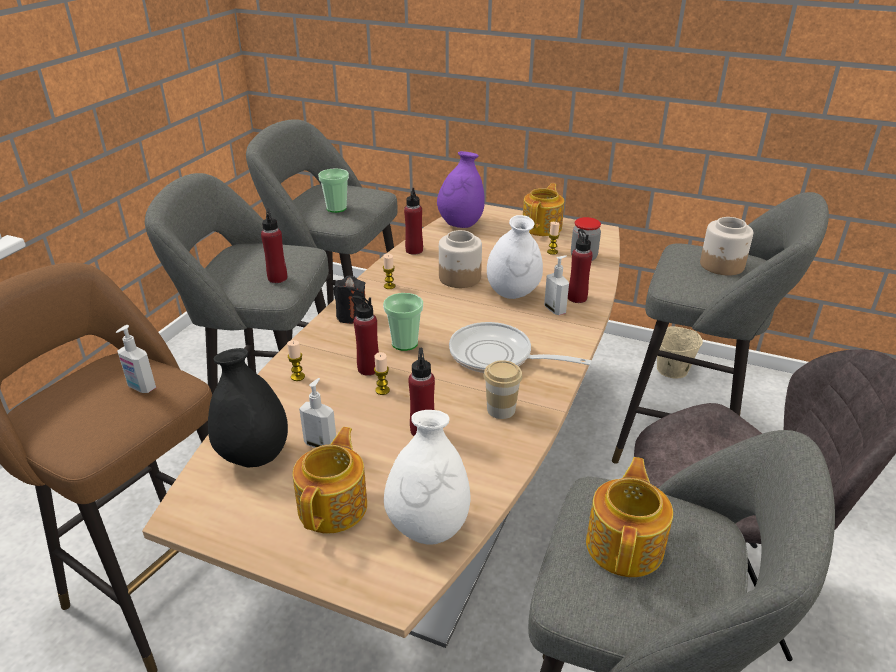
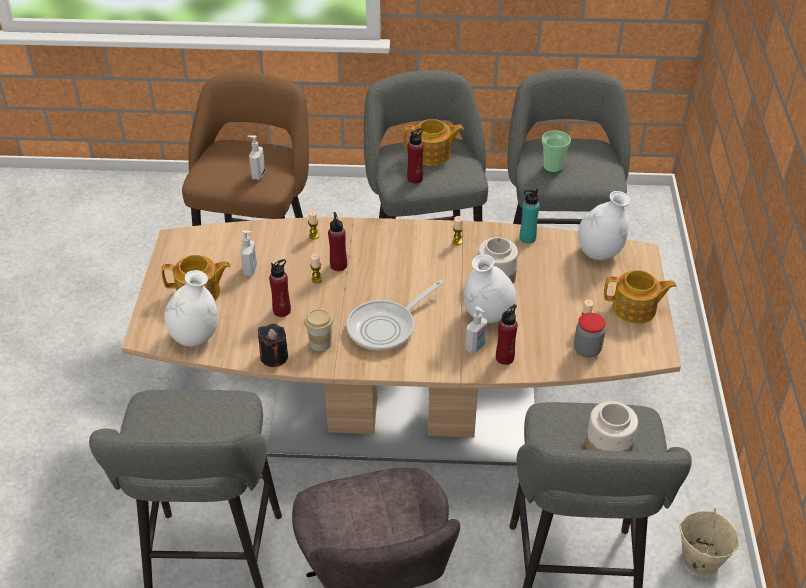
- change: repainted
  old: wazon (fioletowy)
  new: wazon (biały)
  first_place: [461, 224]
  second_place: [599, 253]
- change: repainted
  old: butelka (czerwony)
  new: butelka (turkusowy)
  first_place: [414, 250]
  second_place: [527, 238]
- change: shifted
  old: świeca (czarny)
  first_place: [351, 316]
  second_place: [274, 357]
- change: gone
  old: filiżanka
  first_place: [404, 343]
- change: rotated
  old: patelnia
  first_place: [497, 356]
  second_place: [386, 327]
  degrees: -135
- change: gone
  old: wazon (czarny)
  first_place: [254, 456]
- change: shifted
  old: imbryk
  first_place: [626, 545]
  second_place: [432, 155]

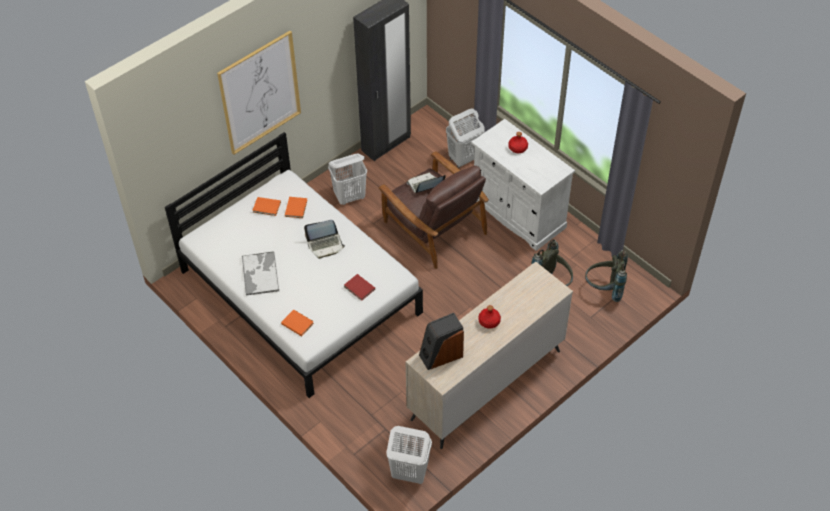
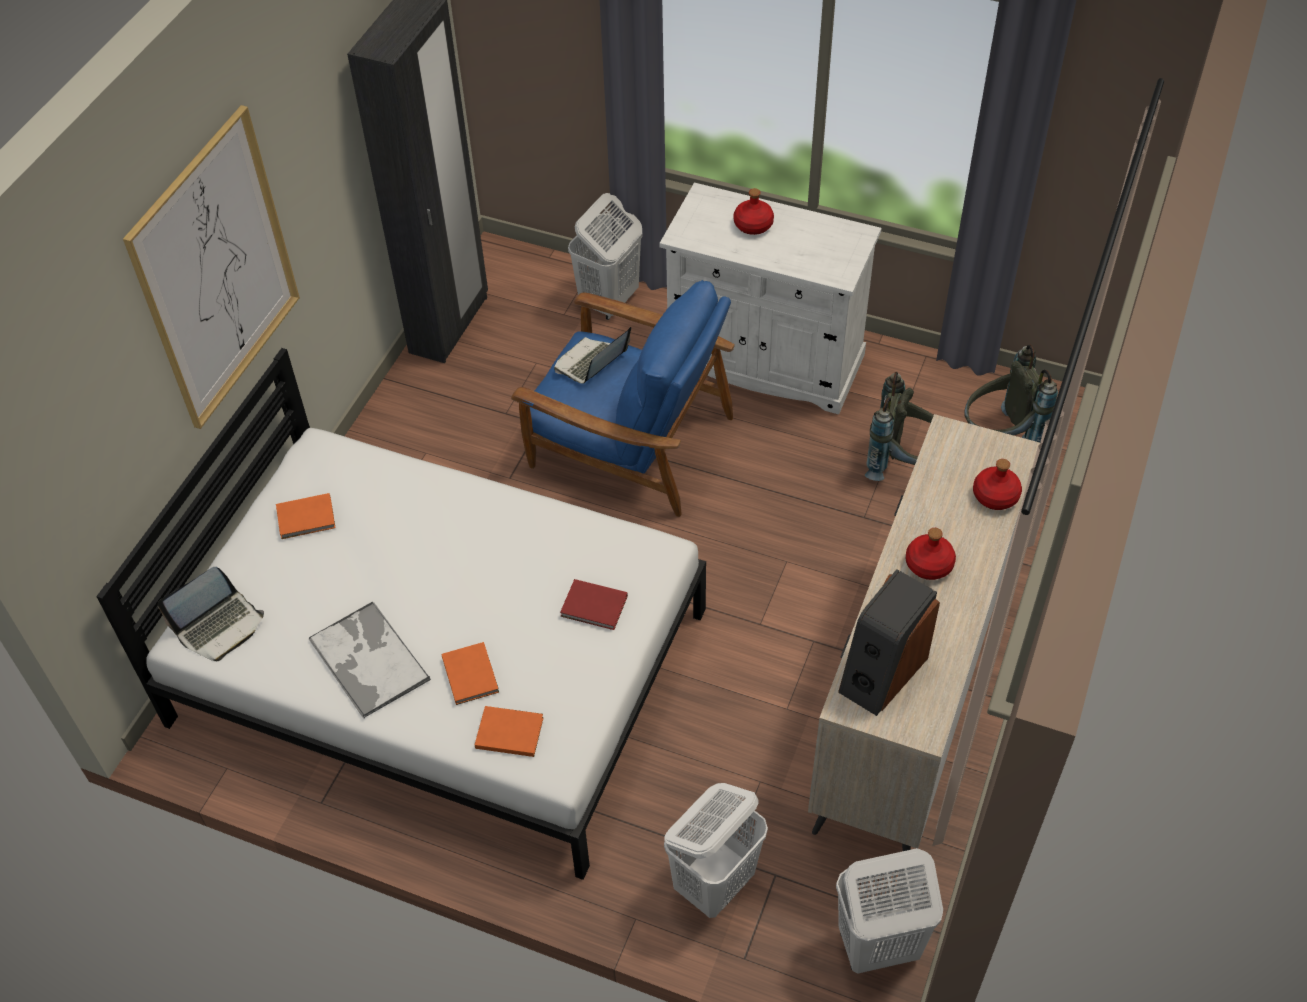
- change: repainted
  old: fotel (brązowy)
  new: fotel (niebieski)
  first_place: [433, 227]
  second_place: [628, 441]
- change: shifted
  old: kosz na pranie (biały)
  first_place: [350, 197]
  second_place: [715, 883]
- change: shifted
  old: książka (pomarańczowy)
  first_place: [296, 208]
  second_place: [471, 673]
- change: shifted
  old: laptop
  first_place: [325, 245]
  second_place: [220, 626]
- change: new
  new: butelka (czerwony)
  second_place: [995, 496]

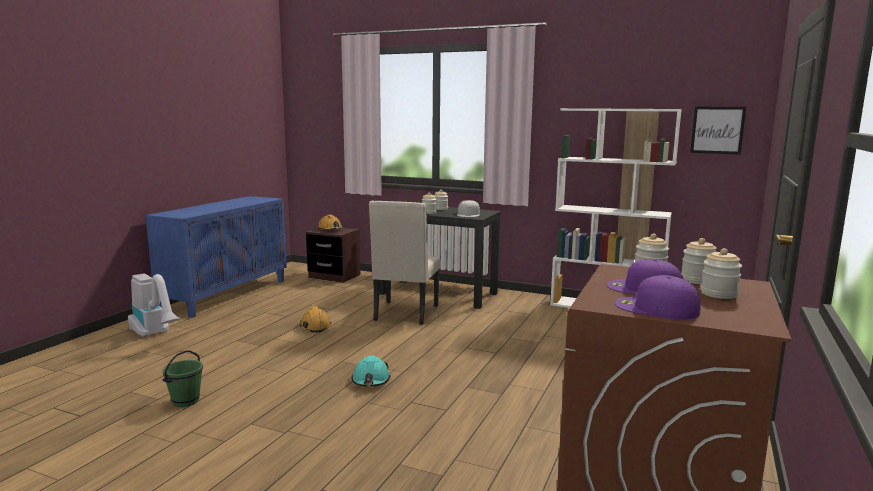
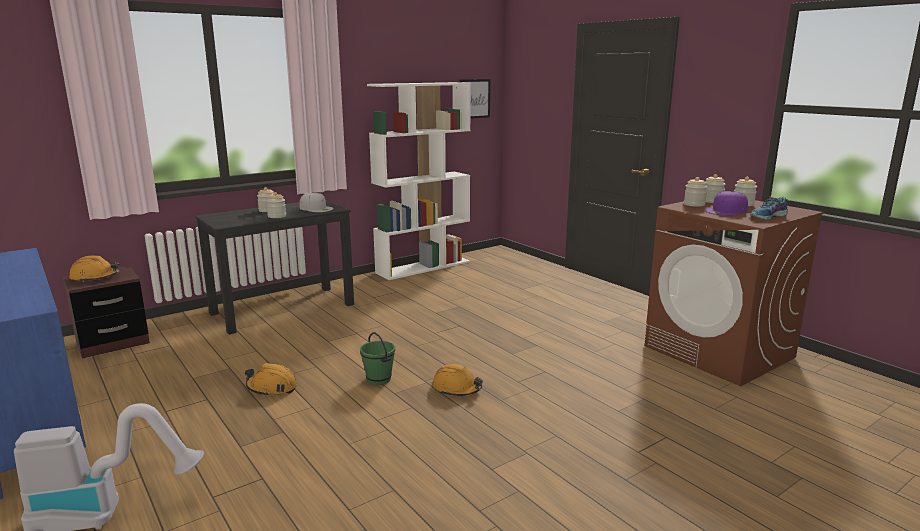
- change: gone
  old: krzesło (beżowy)
  first_place: [405, 314]
- change: swapped
  old: czapka z daszkiem (fioletowy)
  new: but
  first_place: [655, 308]
  second_place: [768, 216]
- change: shifted
  old: wiadro (zielony)
  first_place: [185, 401]
  second_place: [378, 379]
- change: repainted
  old: kask (turkusowy)
  new: kask (pomarańczowy)
  first_place: [371, 380]
  second_place: [457, 389]

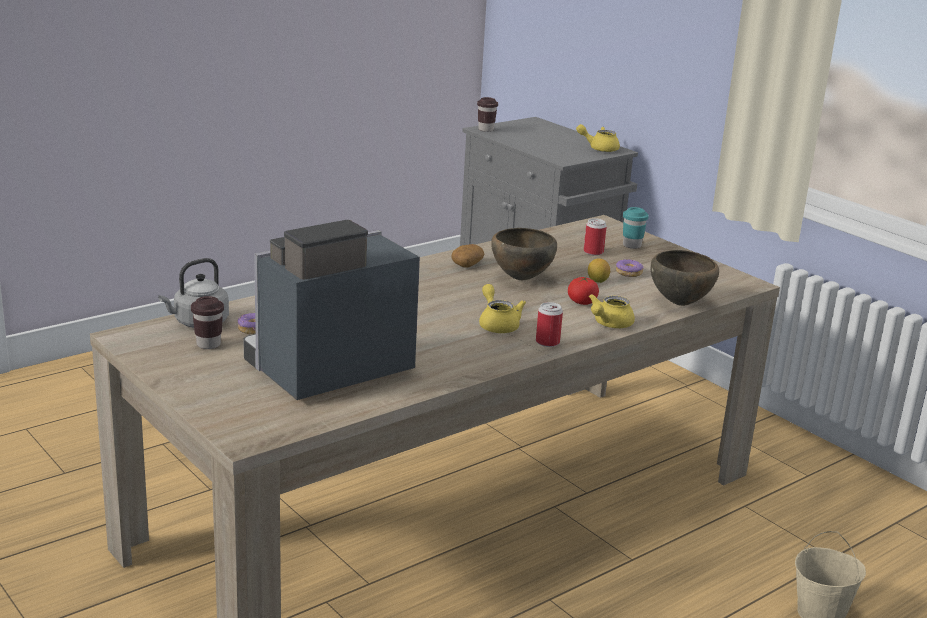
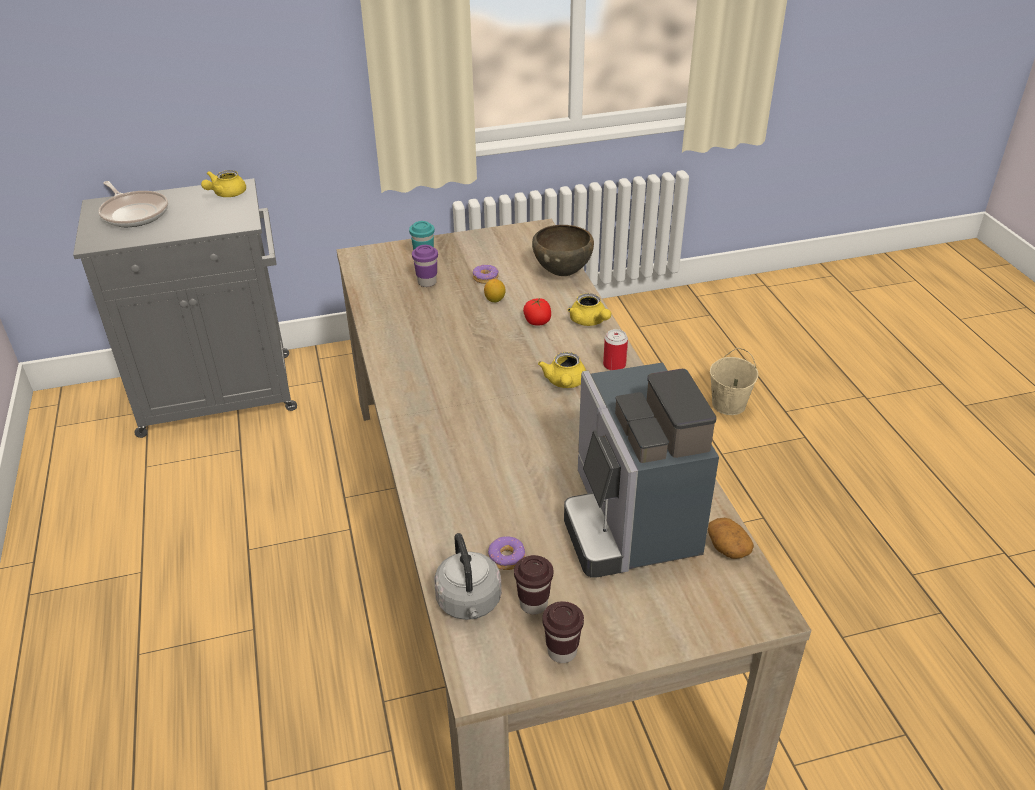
- change: shifted
  old: filiżanka (brązowy)
  first_place: [486, 129]
  second_place: [562, 651]
- change: swapped
  old: puszka
  new: filiżanka (fioletowy)
  first_place: [593, 252]
  second_place: [427, 282]
- change: gone
  old: miska (brązowy)
  first_place: [520, 279]
- change: shifted
  old: ziemniak
  first_place: [467, 264]
  second_place: [727, 547]
- change: rotated
  old: imbryk (żółty)
  first_place: [497, 324]
  second_place: [565, 383]
  degrees: -90
- change: new
  new: patelnia
  second_place: [134, 213]

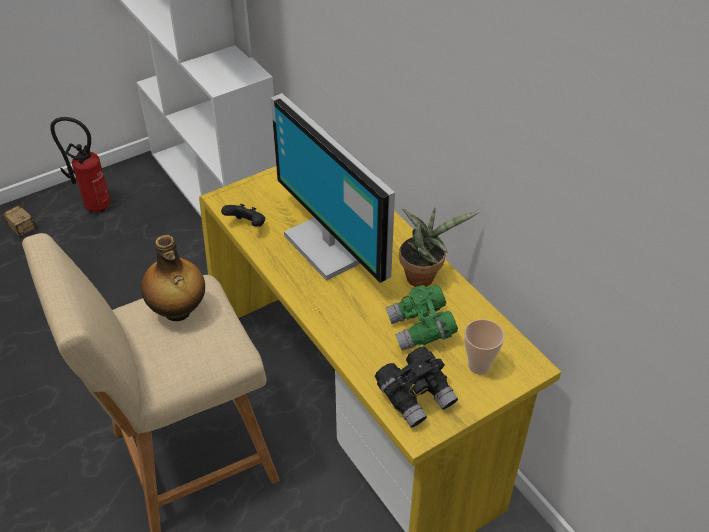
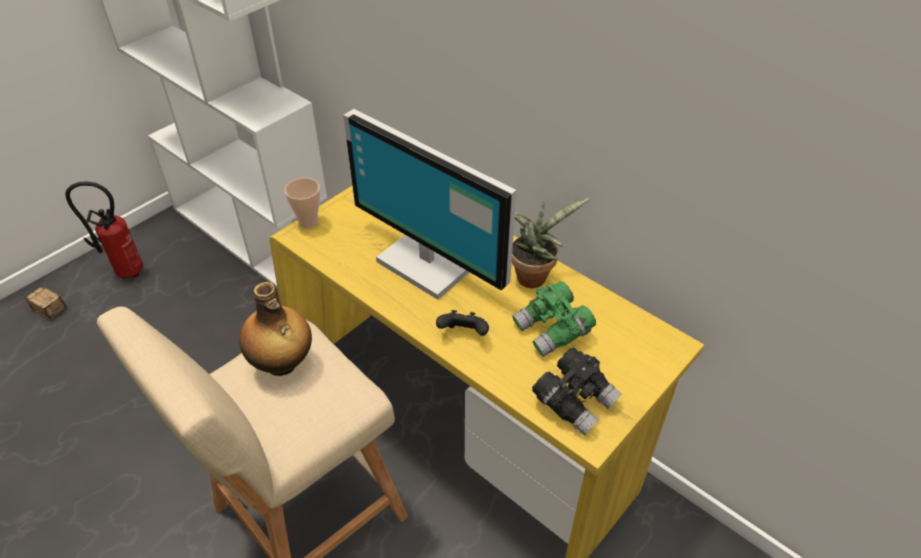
- change: shifted
  old: pad do gier (czarny)
  first_place: [247, 225]
  second_place: [464, 334]
- change: shifted
  old: filiżanka
  first_place: [479, 365]
  second_place: [308, 222]

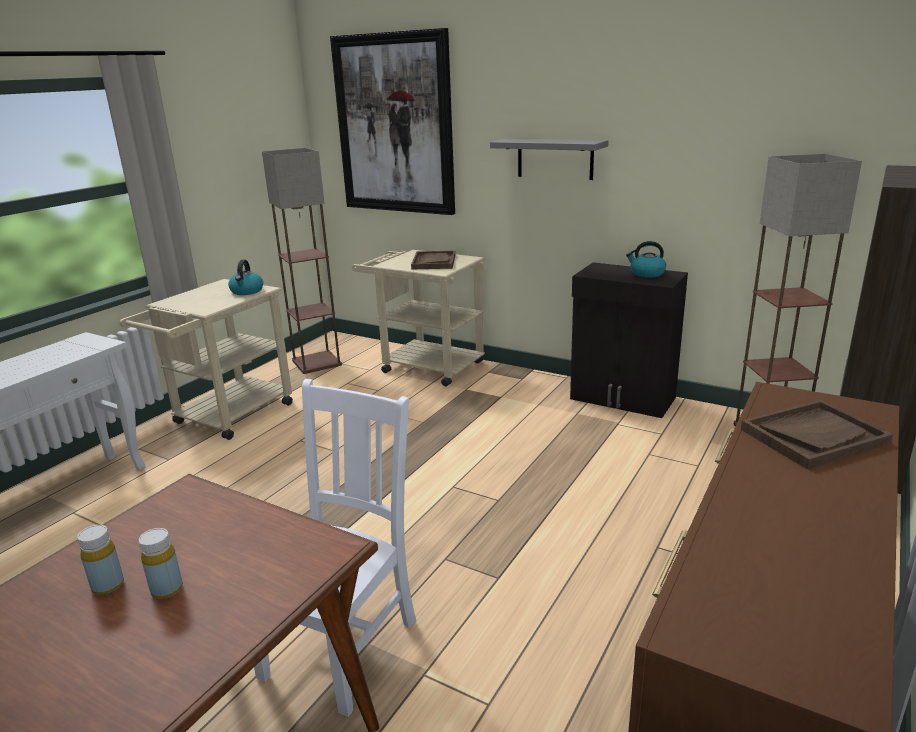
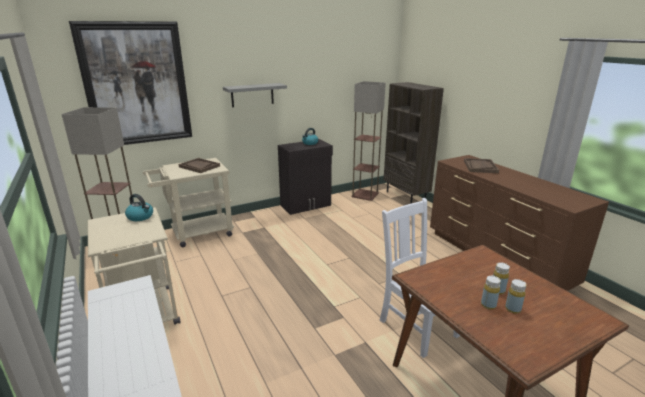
- change: new
  new: butelka (żółty)
  second_place: [512, 309]

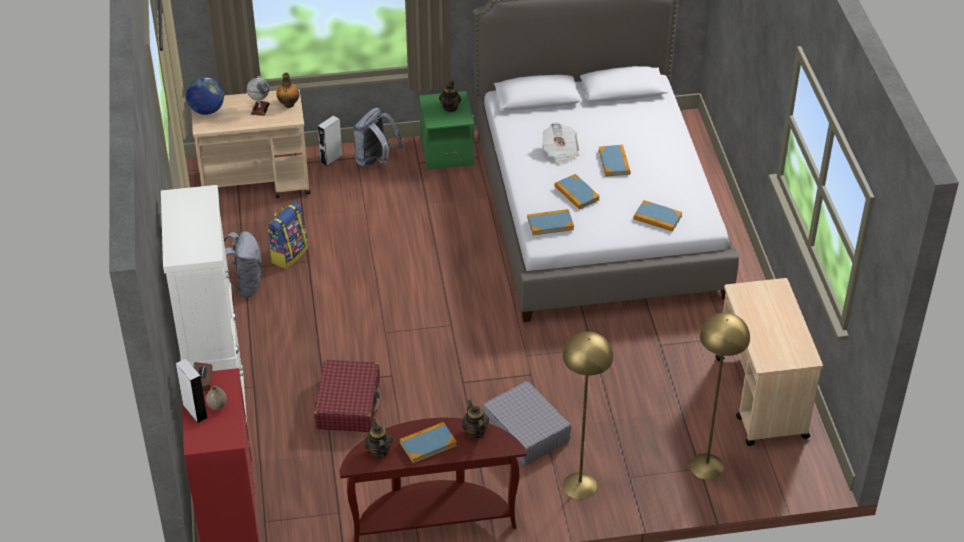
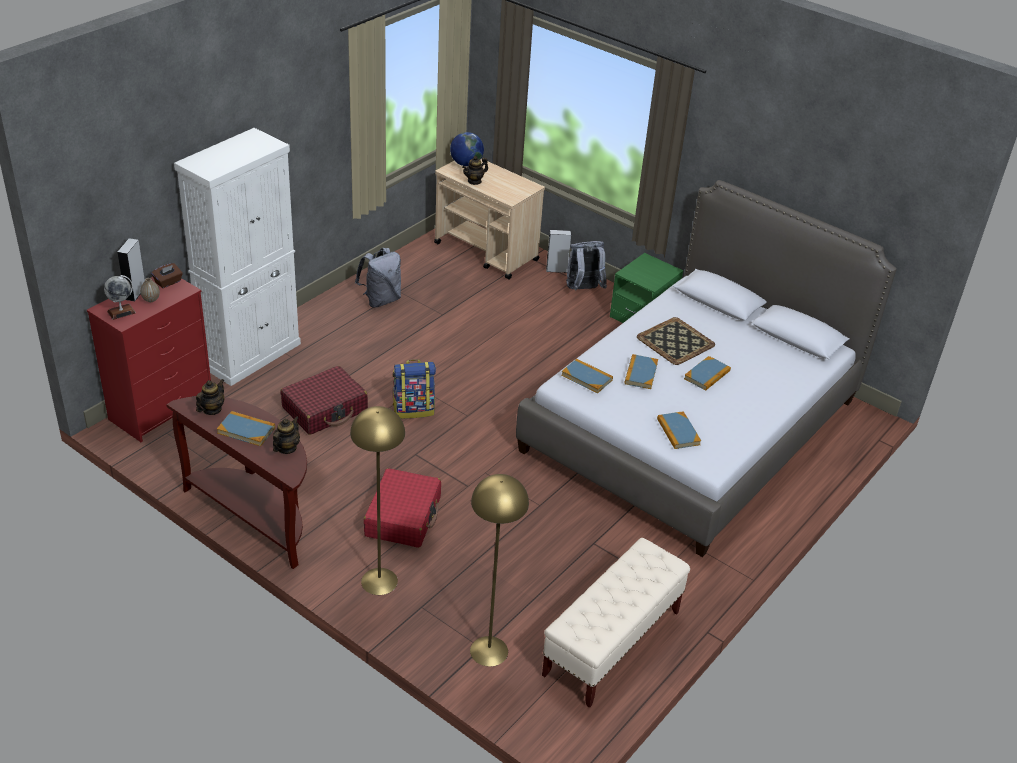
- change: gone
  old: butelka
  first_place: [289, 104]
- change: shifted
  old: globus
  first_place: [260, 108]
  second_place: [121, 312]
- change: shifted
  old: imbryk
  first_place: [450, 107]
  second_place: [474, 181]
- change: swapped
  old: gazeta
  new: taca
  first_place: [560, 152]
  second_place: [675, 342]
- change: shifted
  old: plecak
  first_place: [288, 254]
  second_place: [414, 409]
- change: swapped
  old: wózek (beżowy)
  new: ławka (beżowy)
  first_place: [761, 398]
  second_place: [611, 644]
- change: repainted
  old: walizka (szary)
  new: walizka (czerwony)
  first_place: [525, 431]
  second_place: [403, 517]

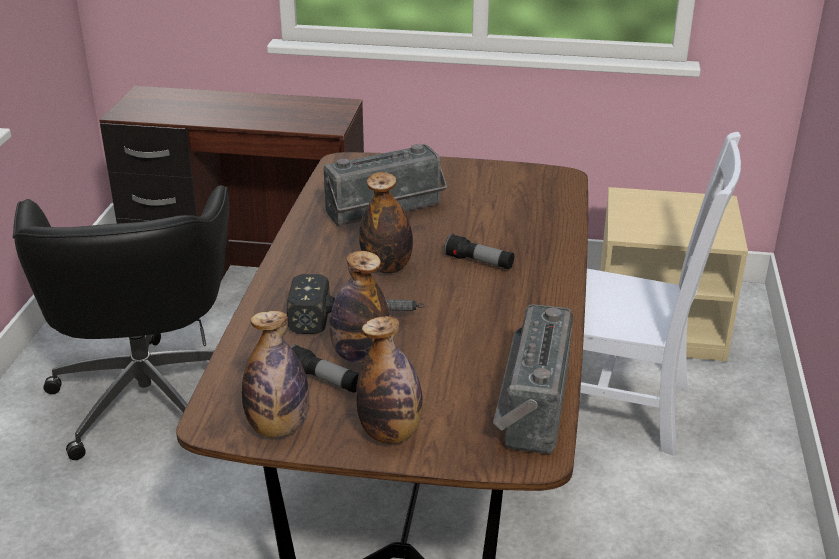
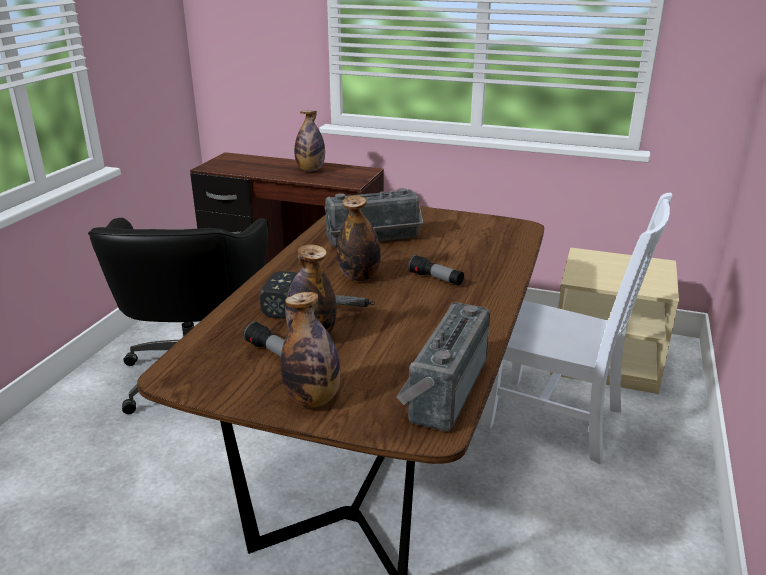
- change: shifted
  old: butelka
  first_place: [278, 427]
  second_place: [310, 170]

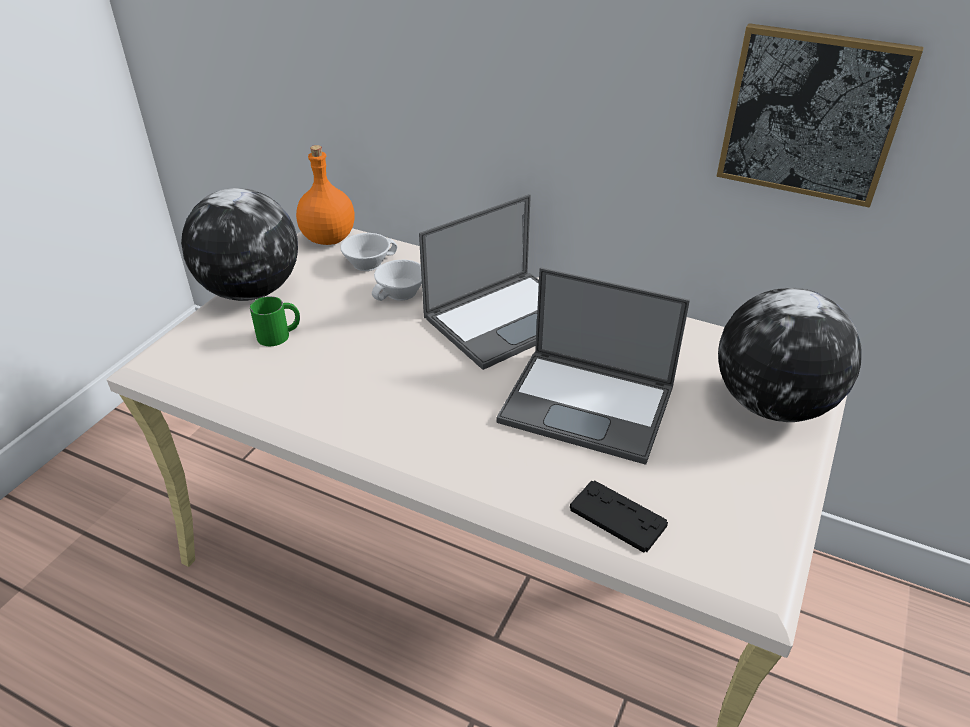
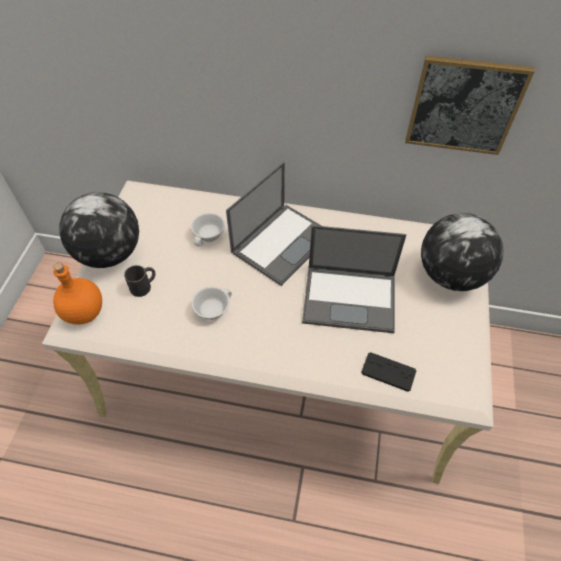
- change: shifted
  old: butelka (pomarańczowy)
  first_place: [328, 239]
  second_place: [84, 313]
- change: shifted
  old: filiżanka (biały)
  first_place: [368, 262]
  second_place: [212, 309]
- change: repainted
  old: kubek (zielony)
  new: kubek (czarny)
  first_place: [280, 334]
  second_place: [144, 285]

